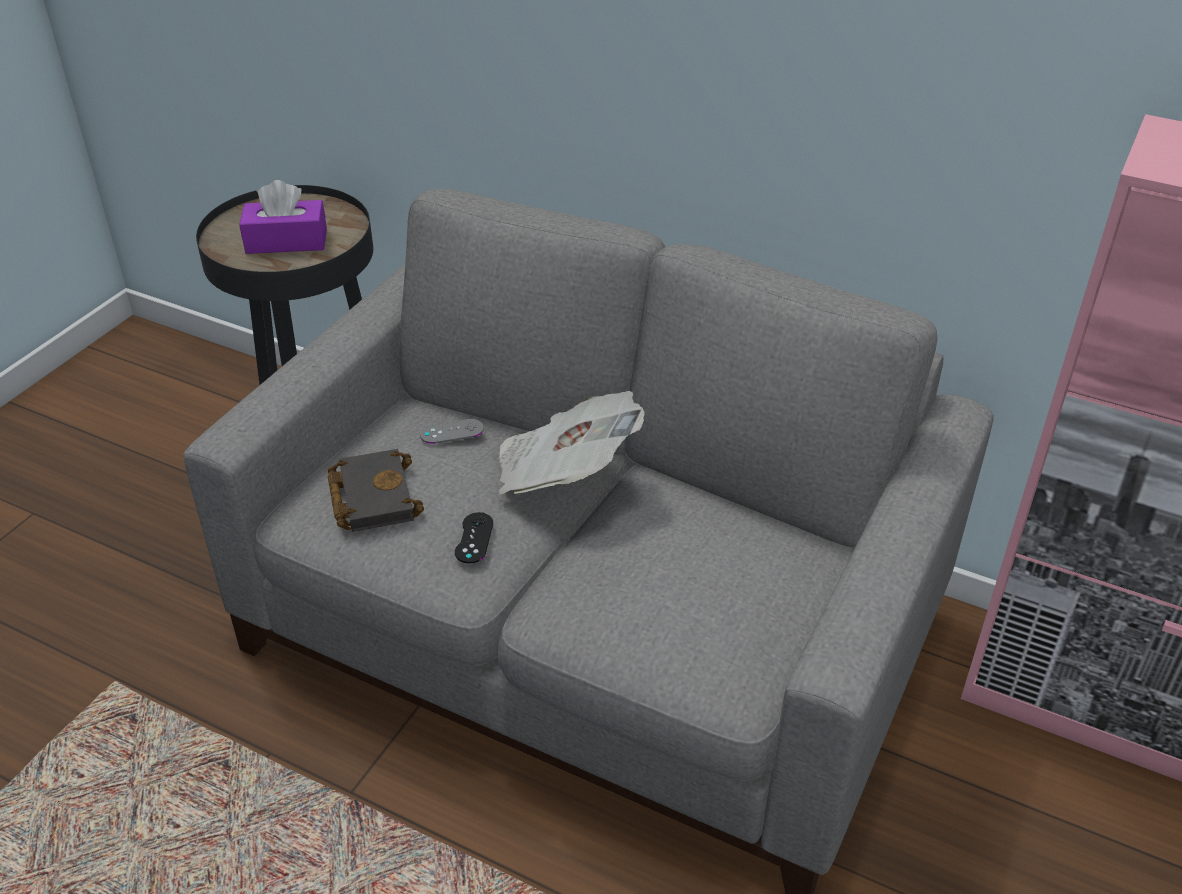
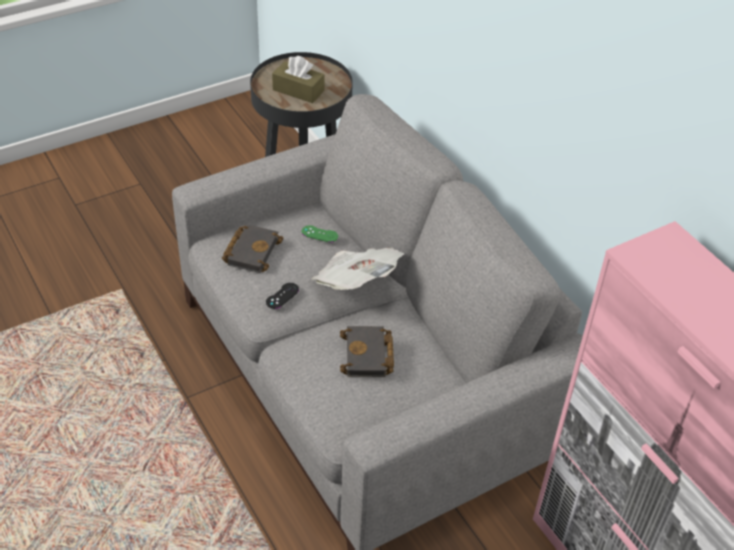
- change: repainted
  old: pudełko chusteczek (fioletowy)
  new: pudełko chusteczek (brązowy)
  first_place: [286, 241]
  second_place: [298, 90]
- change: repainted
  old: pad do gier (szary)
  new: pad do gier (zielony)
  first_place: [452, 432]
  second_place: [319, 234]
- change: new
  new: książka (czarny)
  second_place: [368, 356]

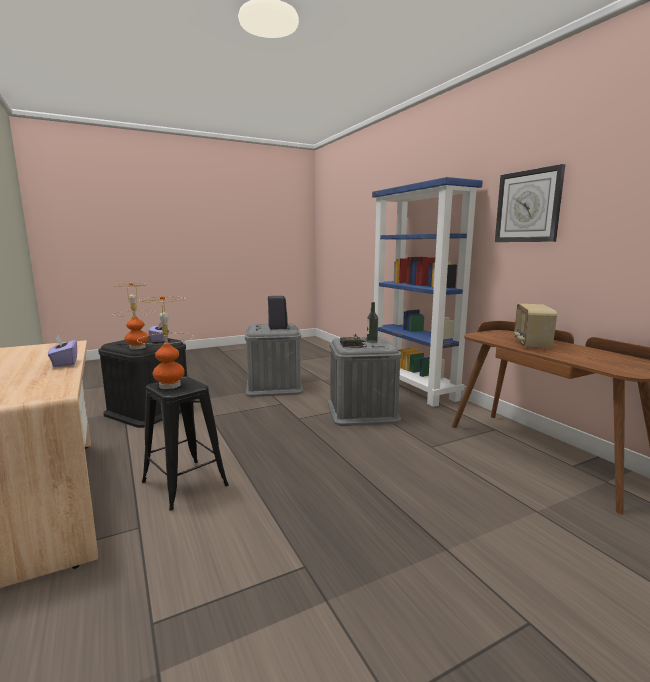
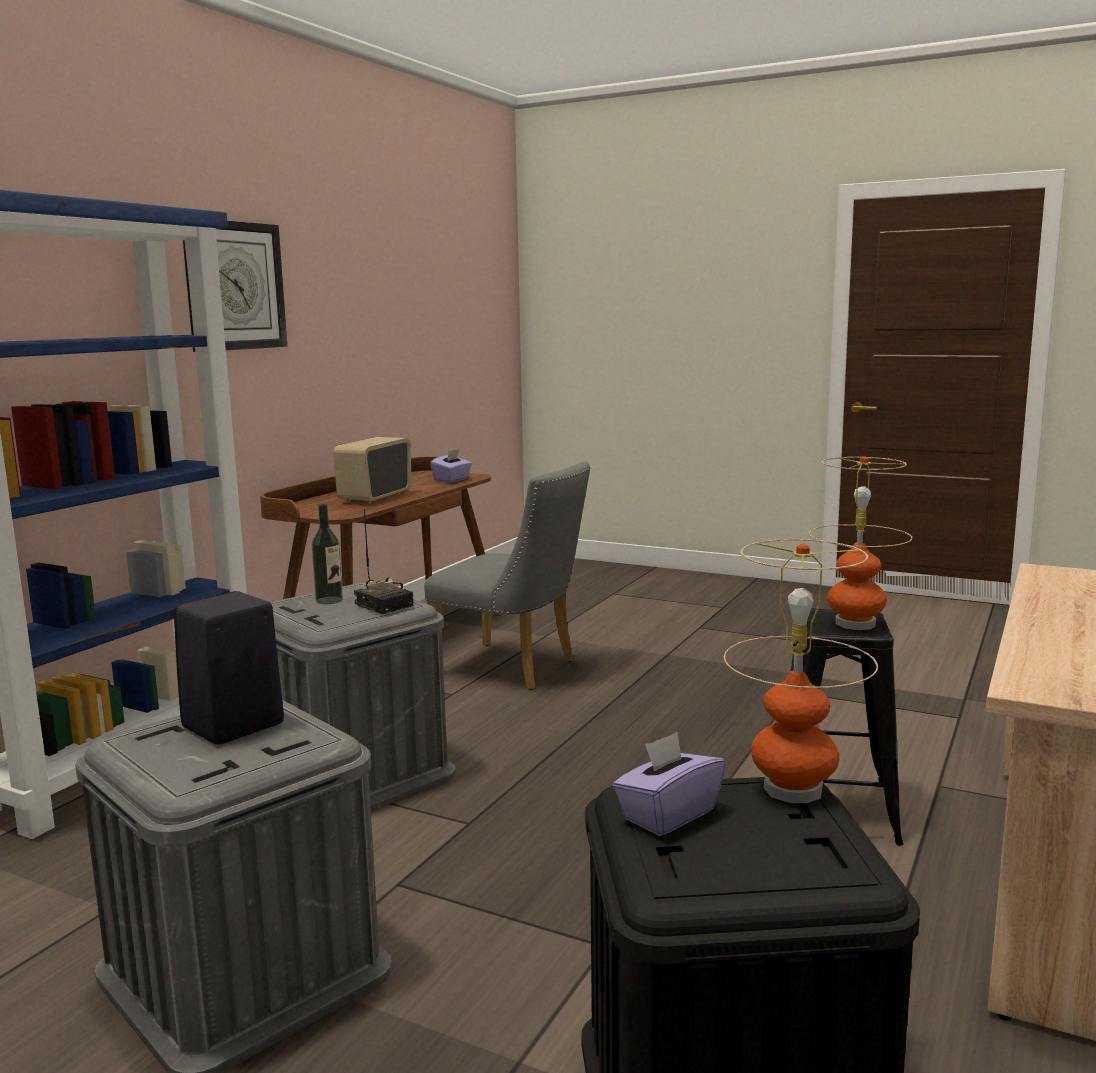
- change: rotated
  old: radio
  first_place: [530, 344]
  second_place: [374, 497]
  degrees: 135
- change: shifted
  old: pudełko chusteczek (fioletowy)
  first_place: [64, 363]
  second_place: [452, 480]
- change: new
  new: krzesło (szary)
  second_place: [514, 669]

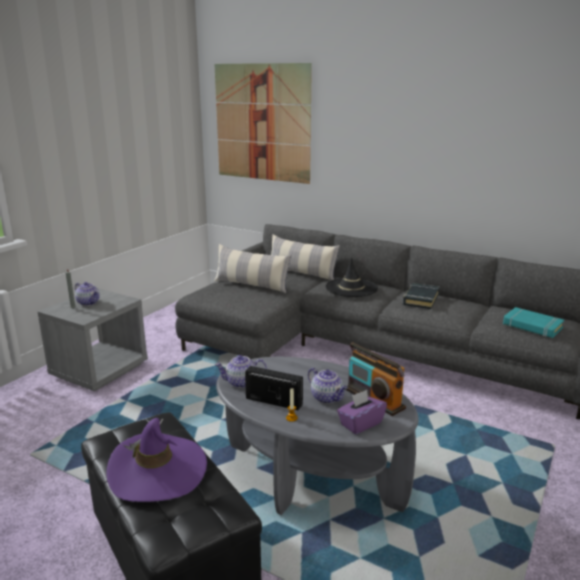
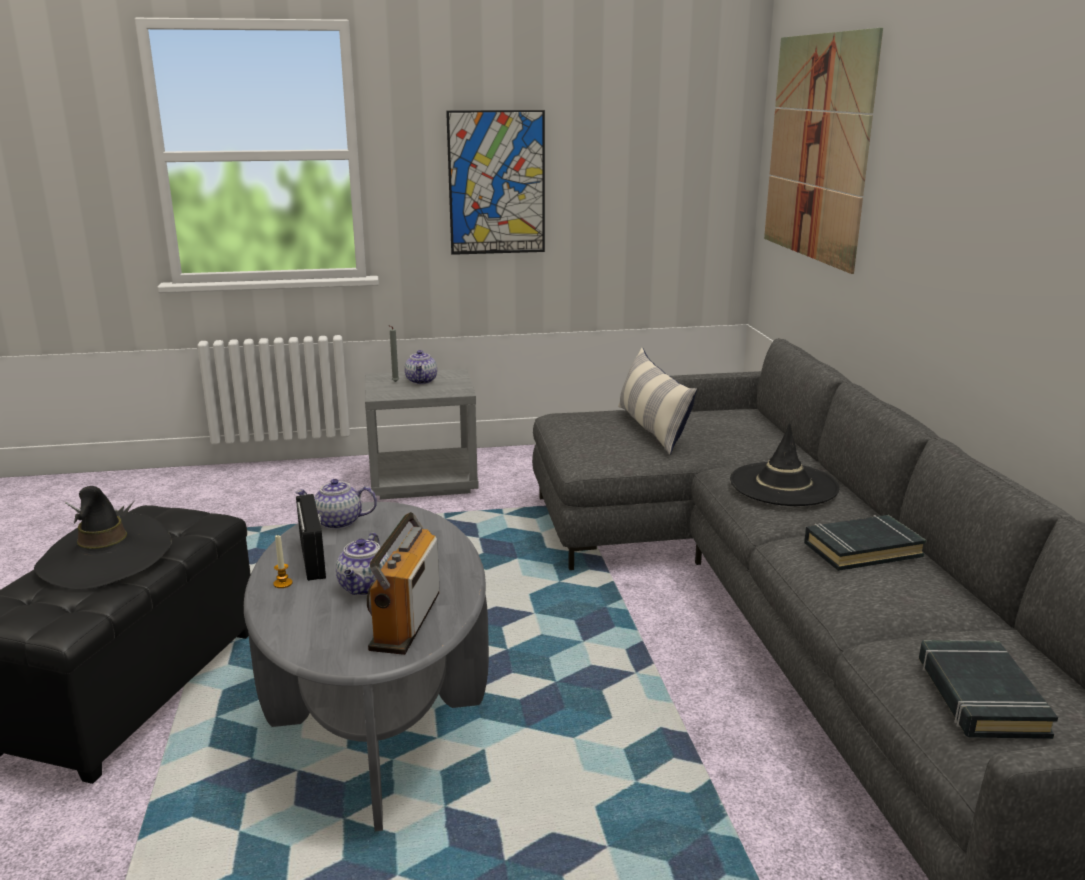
- change: gone
  old: poduszka
  first_place: [301, 273]
- change: repainted
  old: książka (turkusowy)
  new: książka (czarny)
  first_place: [532, 326]
  second_place: [980, 697]
- change: rotated
  old: imbryk
  first_place: [241, 382]
  second_place: [337, 522]
  degrees: -45
- change: gone
  old: pudełko chusteczek (fioletowy)
  first_place: [360, 424]
- change: repainted
  old: kapelusz (fioletowy)
  new: kapelusz (czarny)
  first_place: [157, 471]
  second_place: [105, 558]
- change: new
  new: obraz
  second_place: [497, 183]

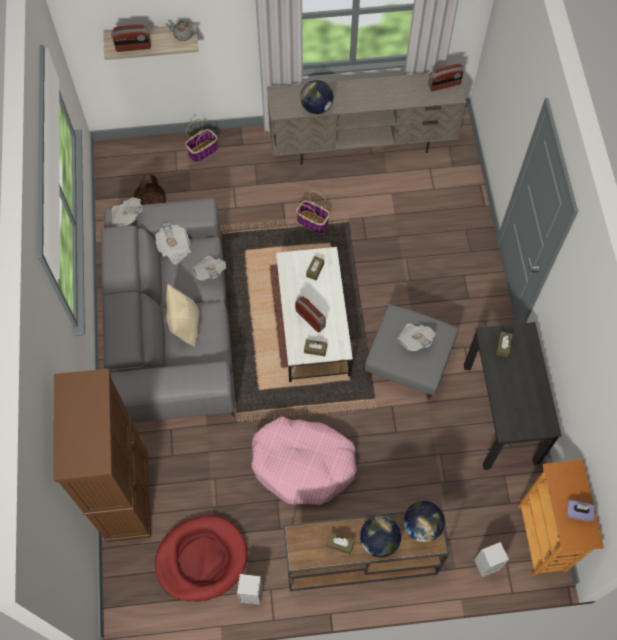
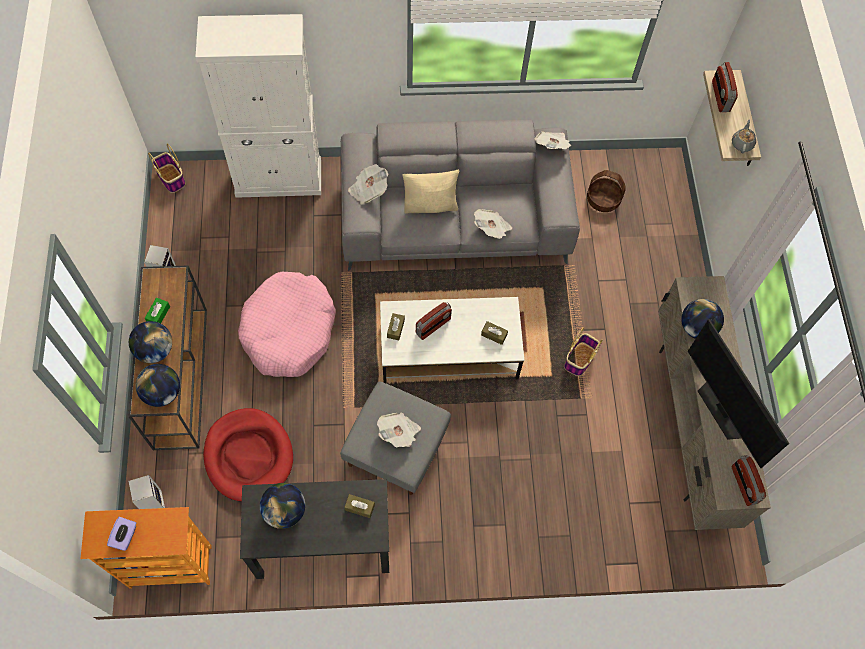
- change: shifted
  old: koszyk
  first_place: [203, 151]
  second_place: [171, 178]
- change: shifted
  old: gazeta
  first_place: [174, 248]
  second_place: [368, 190]
- change: repainted
  old: szafka (brązowy)
  new: szafka (biały)
  first_place: [127, 495]
  second_place: [279, 178]
- change: shifted
  old: legowisko (czerwony)
  first_place: [201, 559]
  second_place: [248, 456]
- change: repainted
  old: pudełko chusteczek (brązowy)
  new: pudełko chusteczek (zielony)
  first_place: [340, 544]
  second_place: [158, 314]
- change: new
  new: telewizor
  second_place: [722, 410]
- change: new
  new: globus
  second_place: [285, 511]

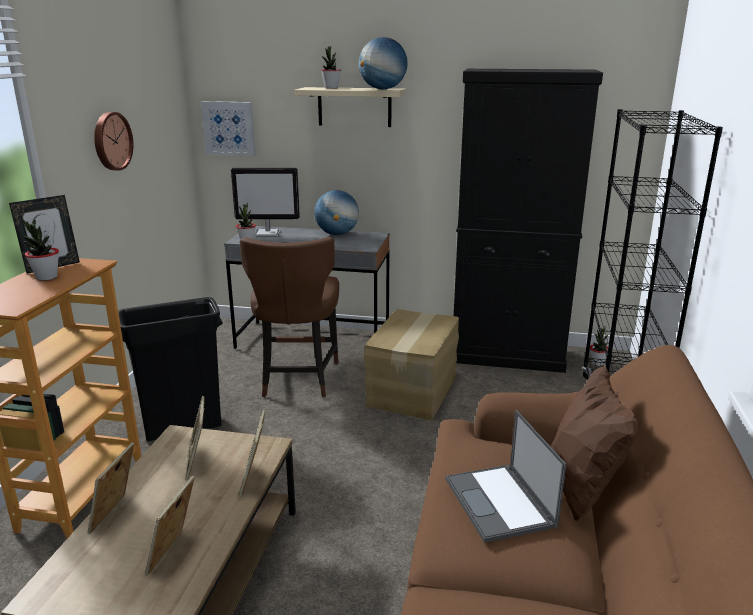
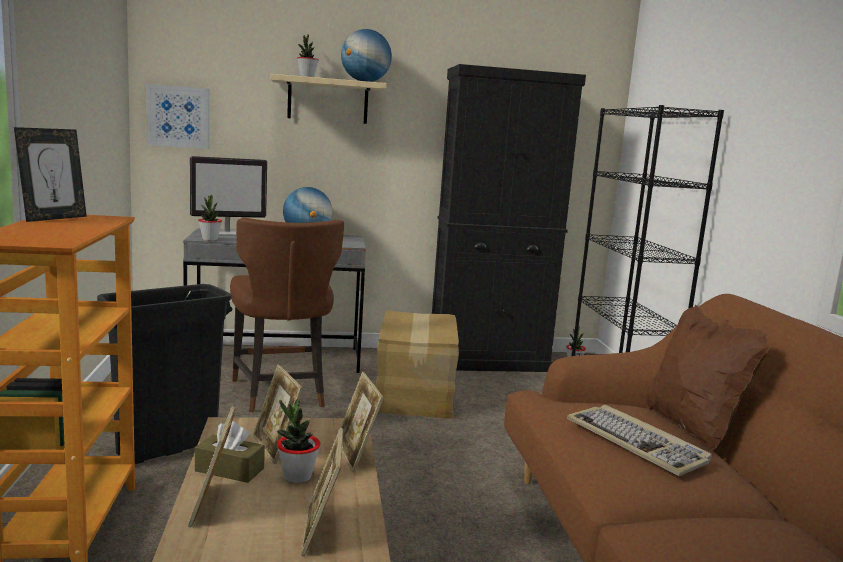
- change: gone
  old: zegar ścienny
  first_place: [111, 141]
- change: shifted
  old: roślina doniczkowa
  first_place: [46, 277]
  second_place: [297, 477]
- change: swapped
  old: laptop
  new: klawiatura
  first_place: [500, 503]
  second_place: [637, 443]
- change: new
  new: pudełko chusteczek (brązowy)
  second_place: [229, 470]

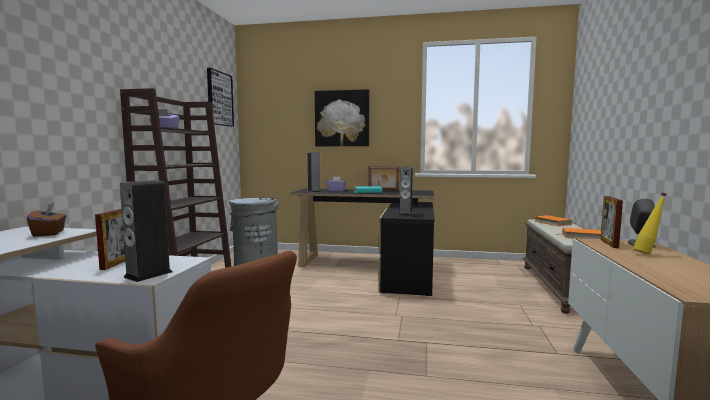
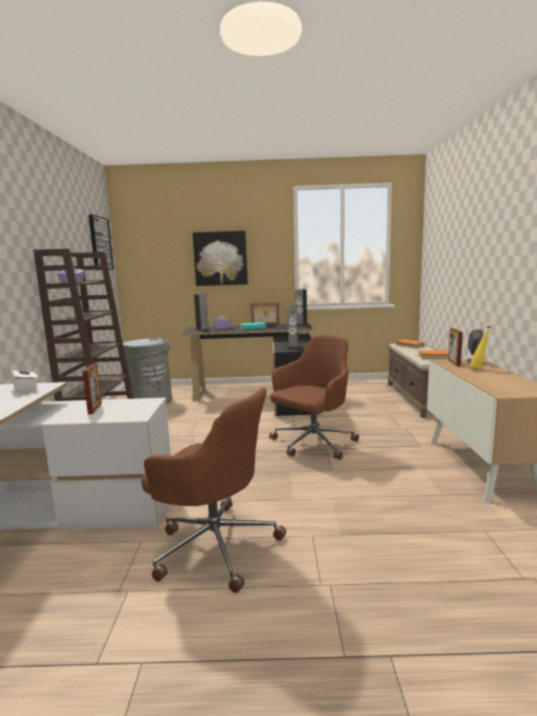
- change: shifted
  old: głośnik
  first_place: [148, 274]
  second_place: [301, 324]
- change: repainted
  old: pudełko chusteczek (brązowy)
  new: pudełko chusteczek (biały)
  first_place: [49, 233]
  second_place: [26, 389]
- change: new
  new: krzesło biurowe (brązowy)
  second_place: [312, 444]

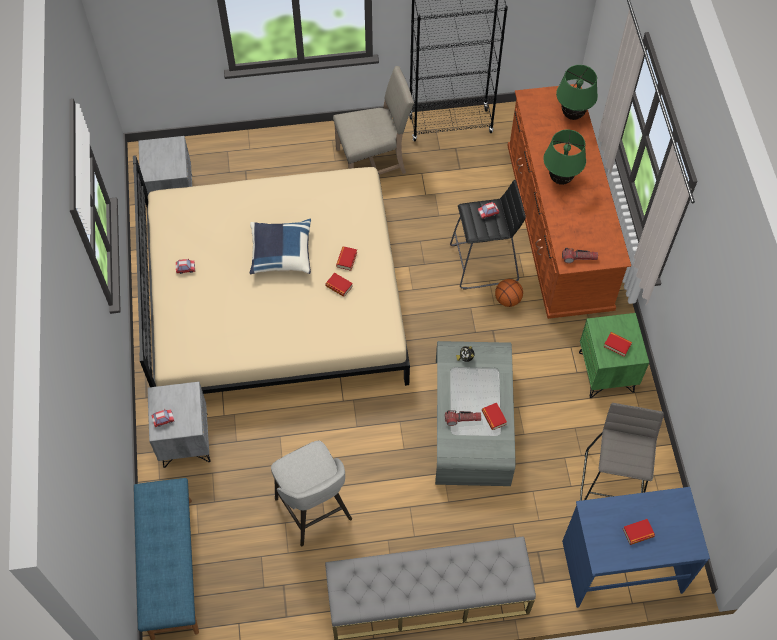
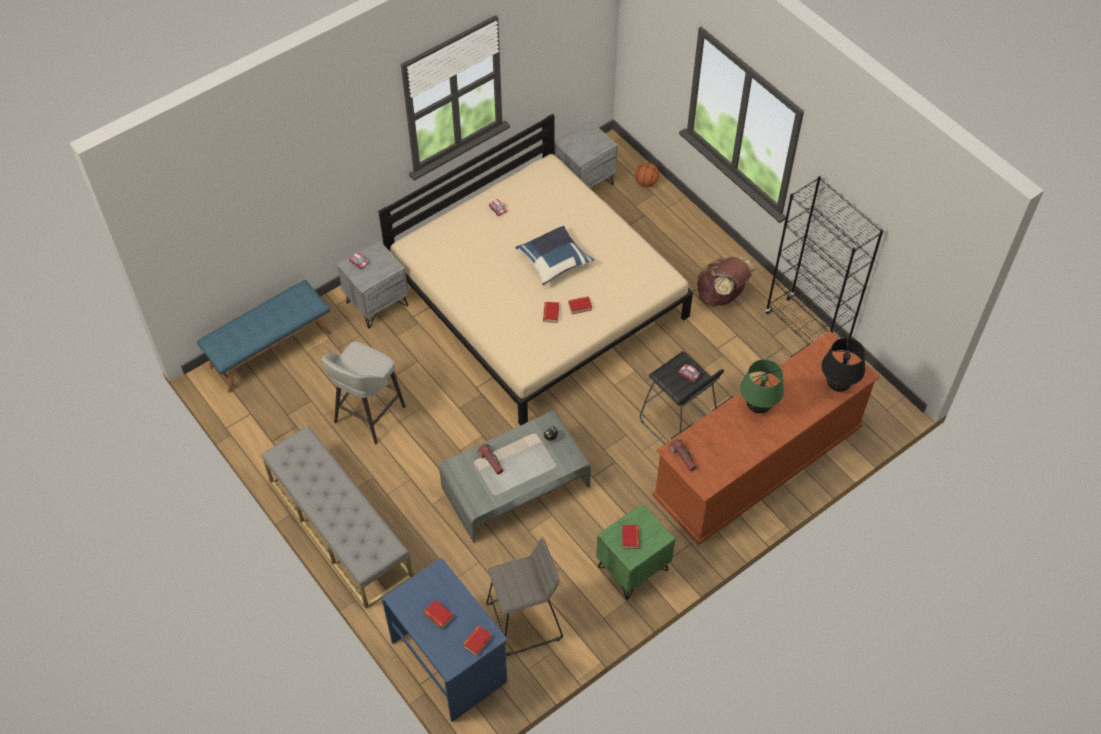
- change: repainted
  old: lampa stołowa (zielony)
  new: lampa stołowa (czarny)
  first_place: [572, 115]
  second_place: [837, 386]
- change: swapped
  old: krzesło (beżowy)
  new: plecak (brązowy)
  first_place: [373, 161]
  second_place: [721, 295]
- change: shifted
  old: piłka do koszykówki
  first_place: [507, 300]
  second_place: [646, 183]
- change: shifted
  old: książka
  first_place: [494, 417]
  second_place: [477, 642]

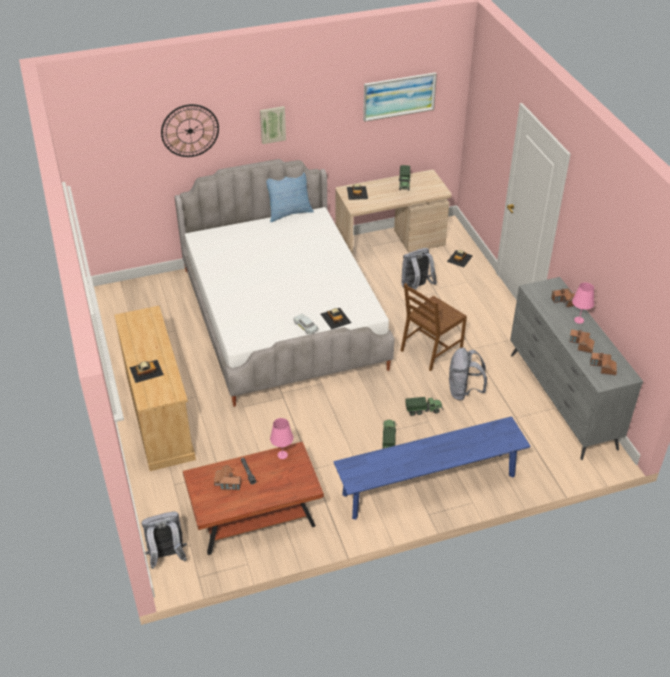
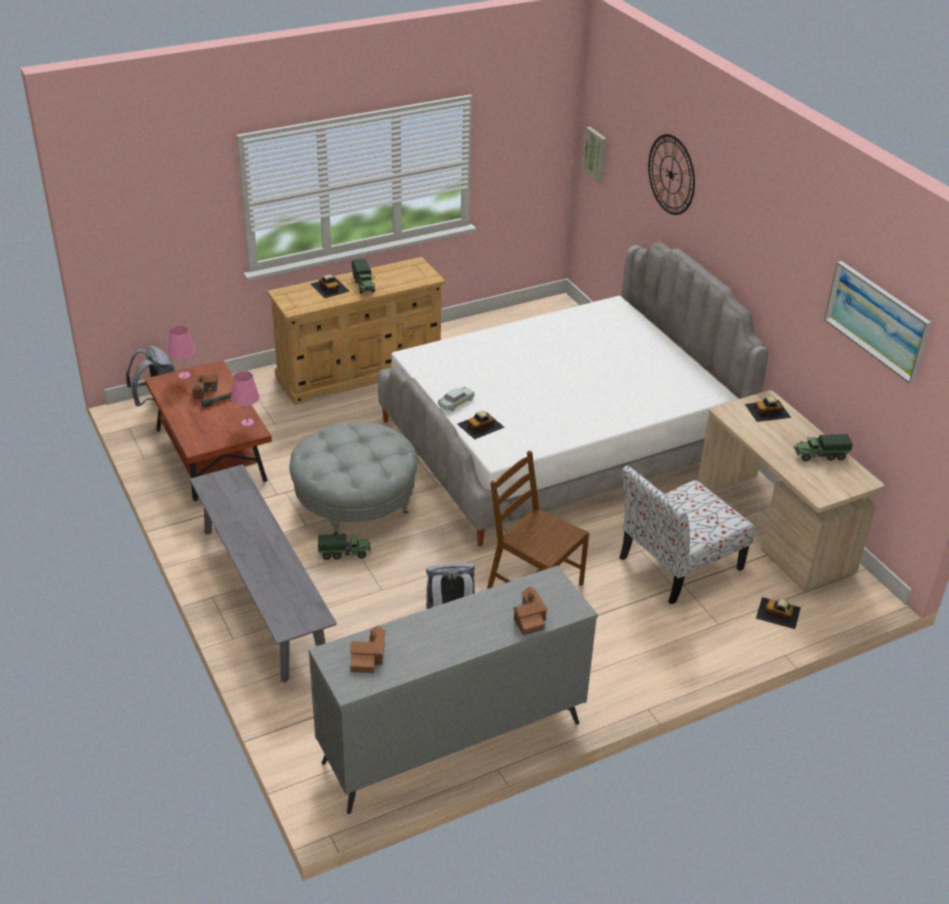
- change: shifted
  old: obraz
  first_place: [272, 124]
  second_place: [596, 154]
- change: gone
  old: poduszka
  first_place: [289, 213]
- change: swapped
  old: plecak (szary)
  new: krzesło
  first_place: [416, 287]
  second_place: [678, 564]
- change: shifted
  old: lampa stołowa (różowy)
  first_place: [579, 320]
  second_place: [184, 376]
- change: gone
  old: domek
  first_place: [581, 344]
- change: shifted
  old: ciężarówka zabawkowa
  first_place: [423, 410]
  second_place: [364, 285]
- change: repainted
  old: ławka (niebieski)
  new: ławka (szary)
  first_place: [429, 485]
  second_place: [263, 595]
- change: new
  new: pufa (szary)
  second_place: [355, 502]

